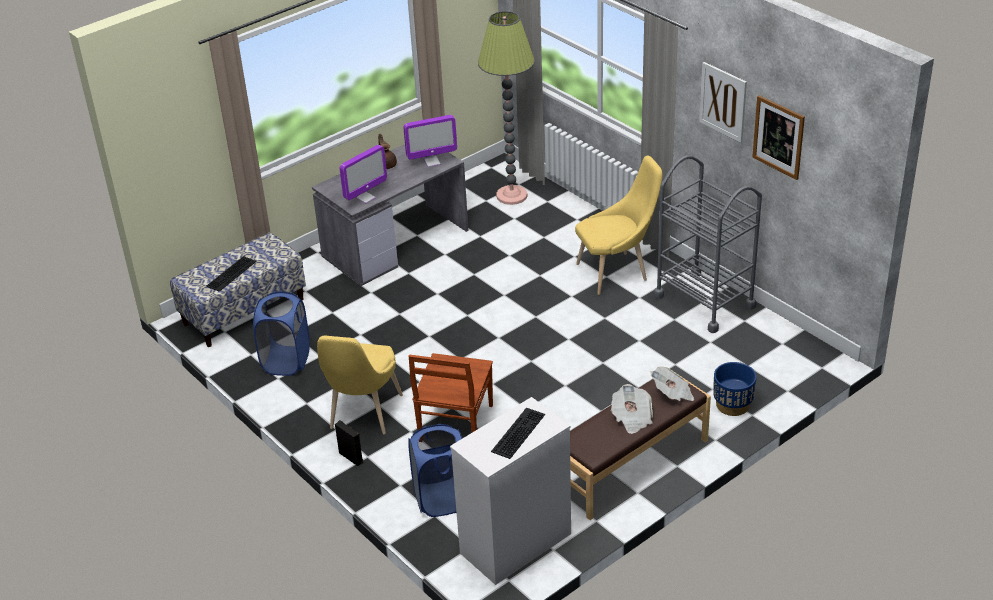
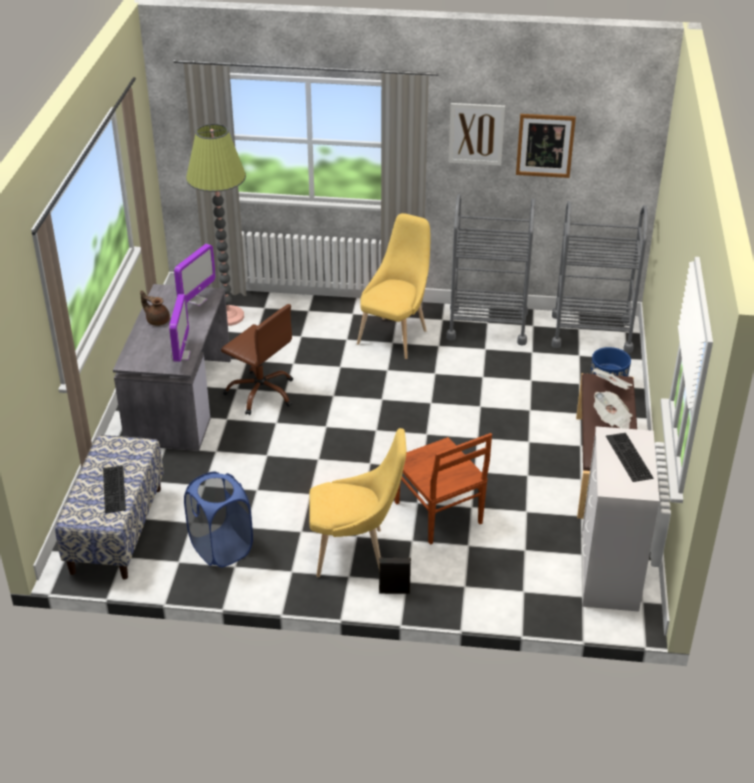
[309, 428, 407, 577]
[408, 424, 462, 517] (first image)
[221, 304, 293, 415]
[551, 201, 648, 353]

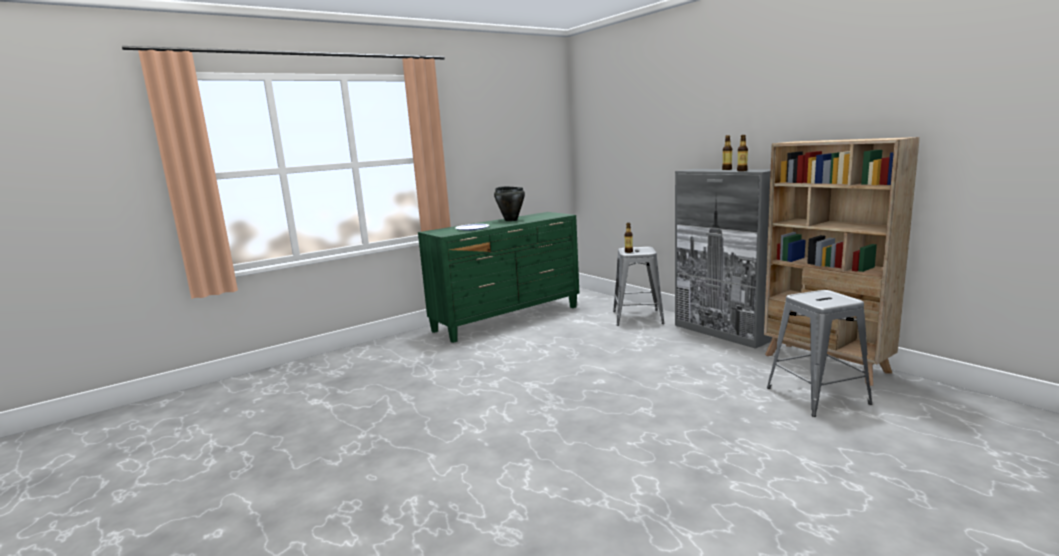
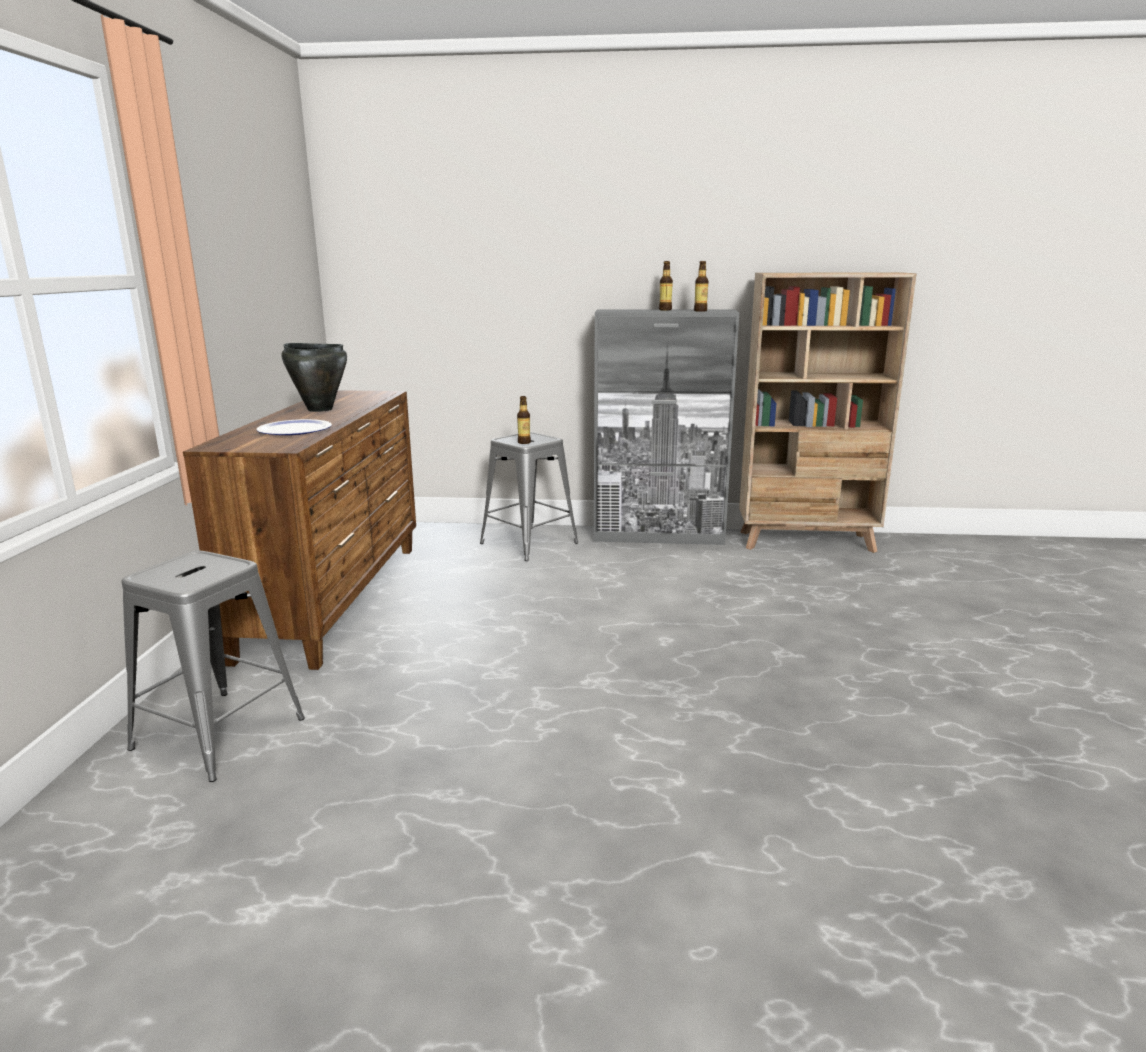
[183, 390, 416, 670]
[122, 551, 305, 782]

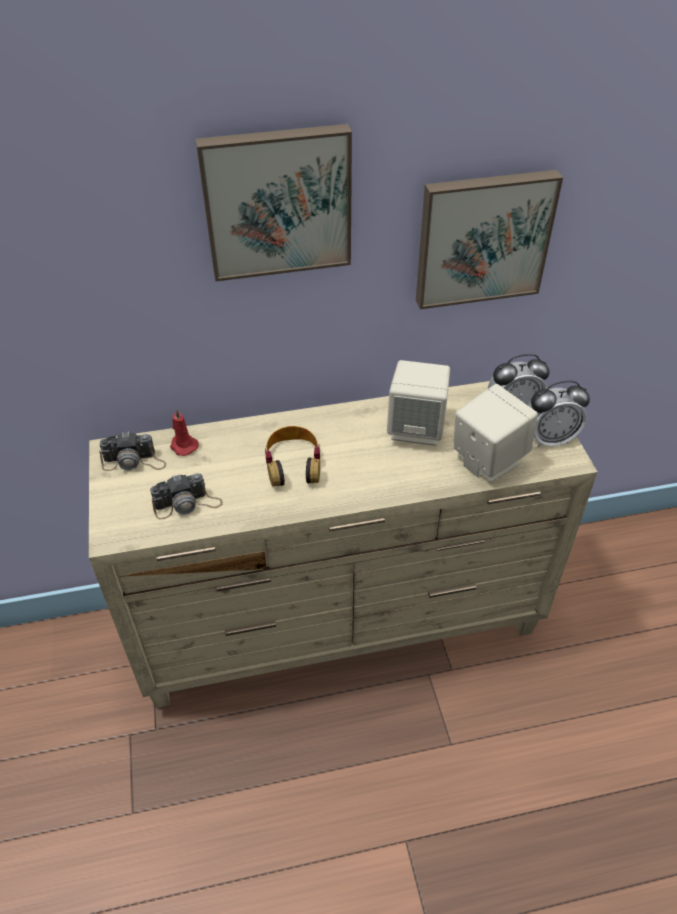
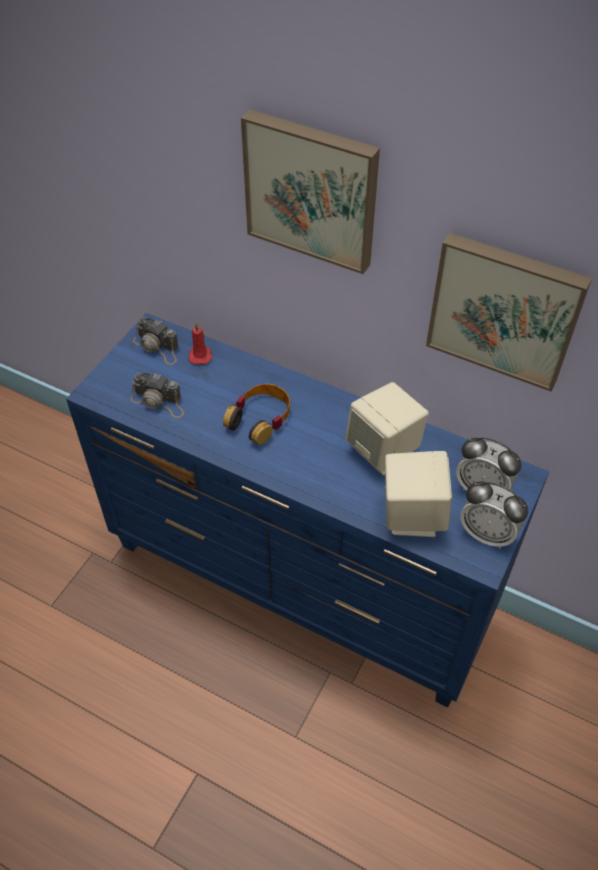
[66, 313, 549, 707]

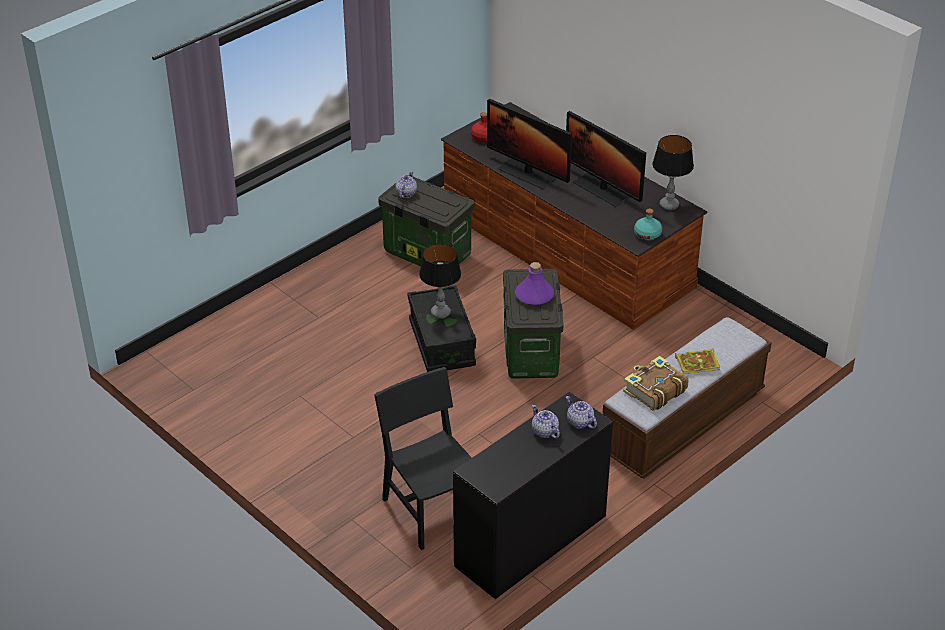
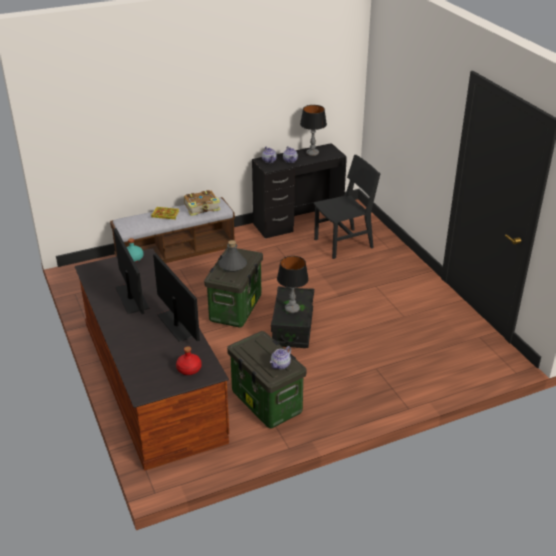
[313, 155, 380, 259]
[219, 240, 247, 272]
[300, 105, 327, 156]

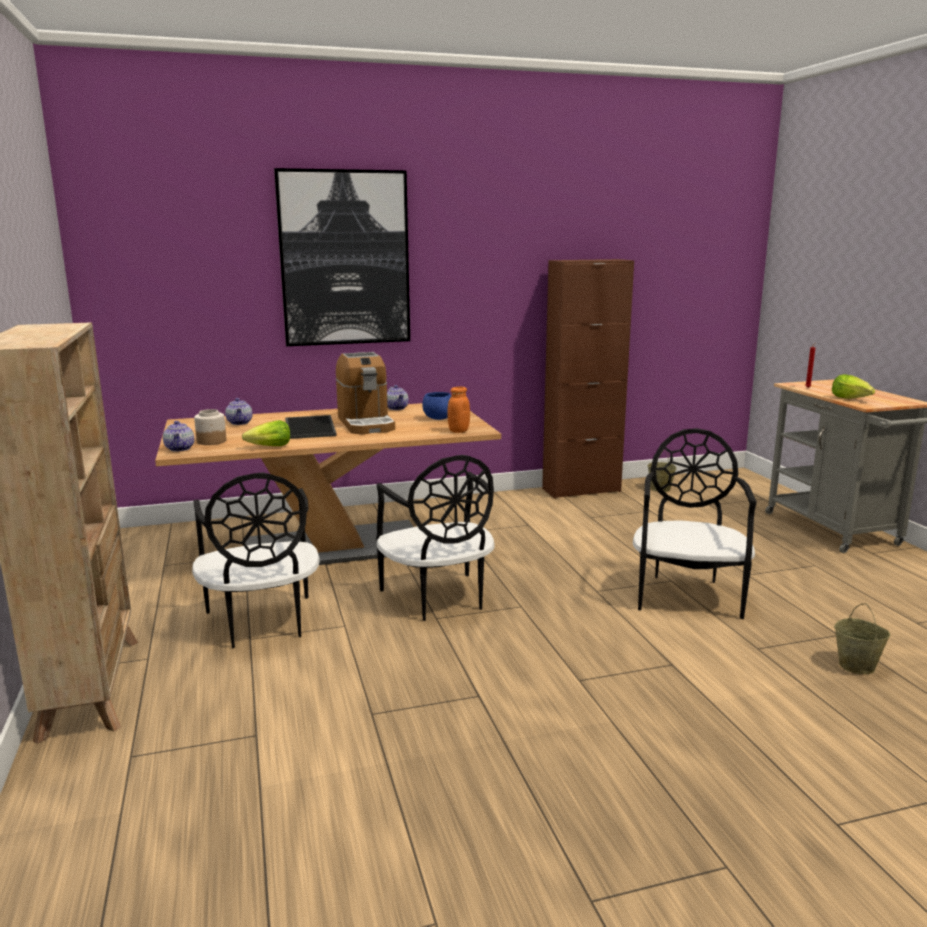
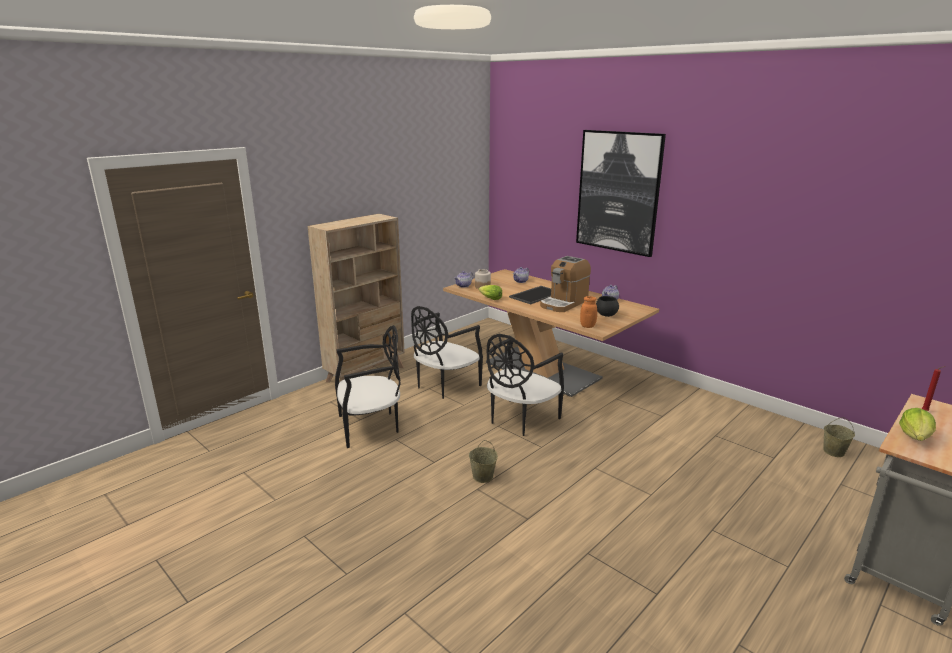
[596, 296, 619, 317]
[542, 259, 634, 499] (first image)
[335, 325, 401, 448]
[469, 440, 498, 483]

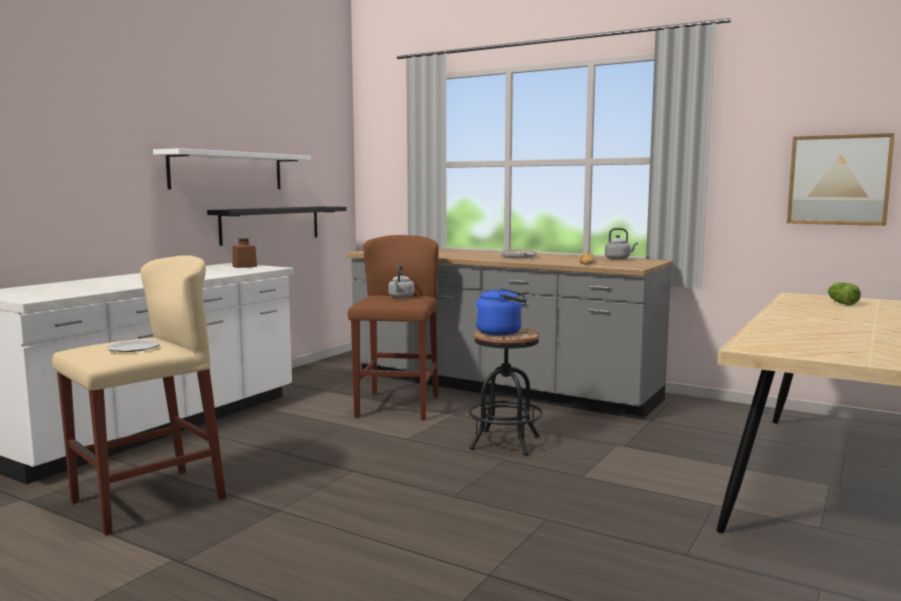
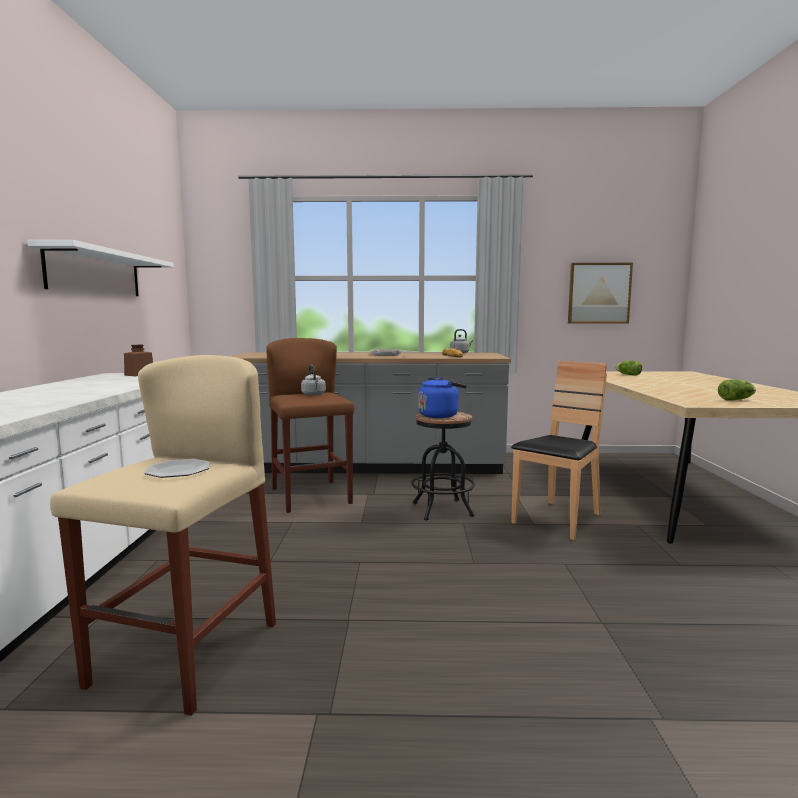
[207, 206, 346, 246] (first image)
[511, 361, 607, 540]
[718, 379, 756, 401]

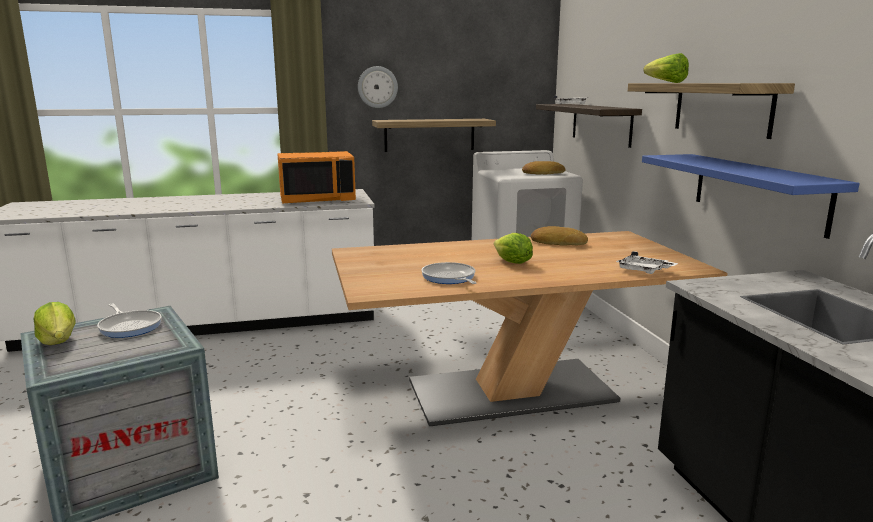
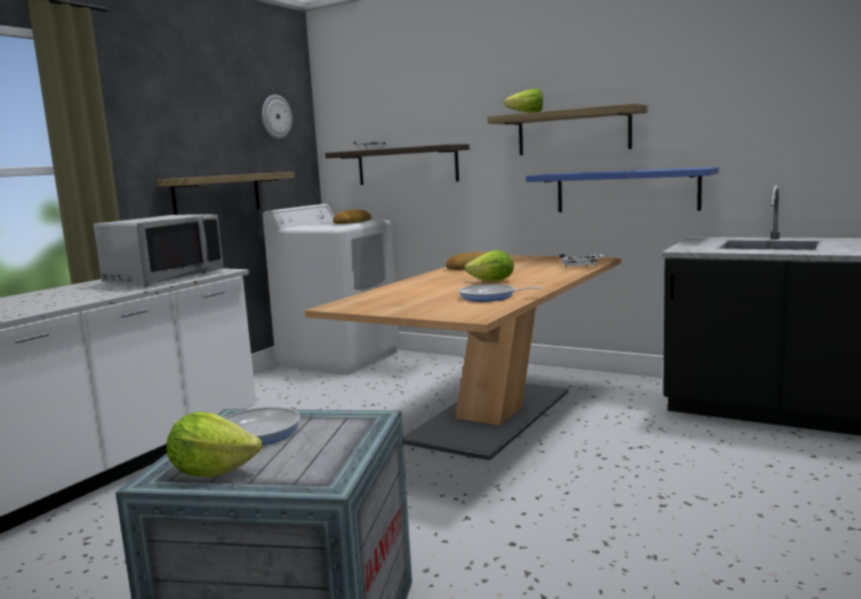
[94, 214, 224, 285]
[262, 95, 292, 139]

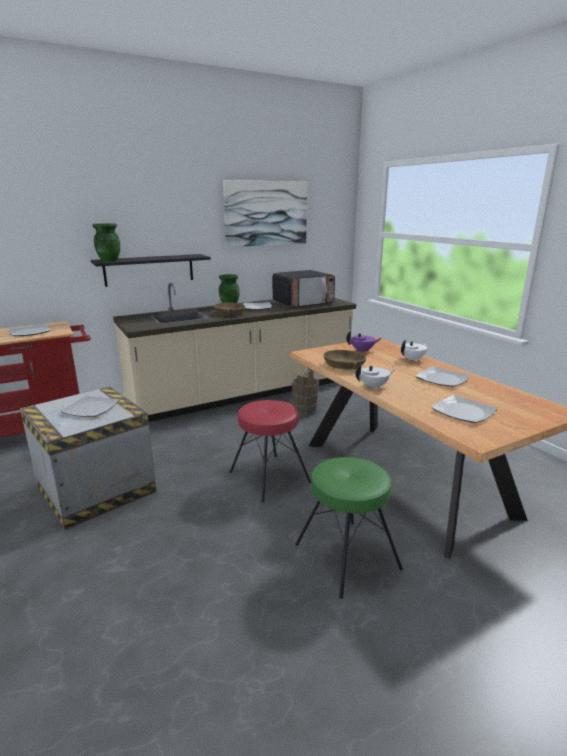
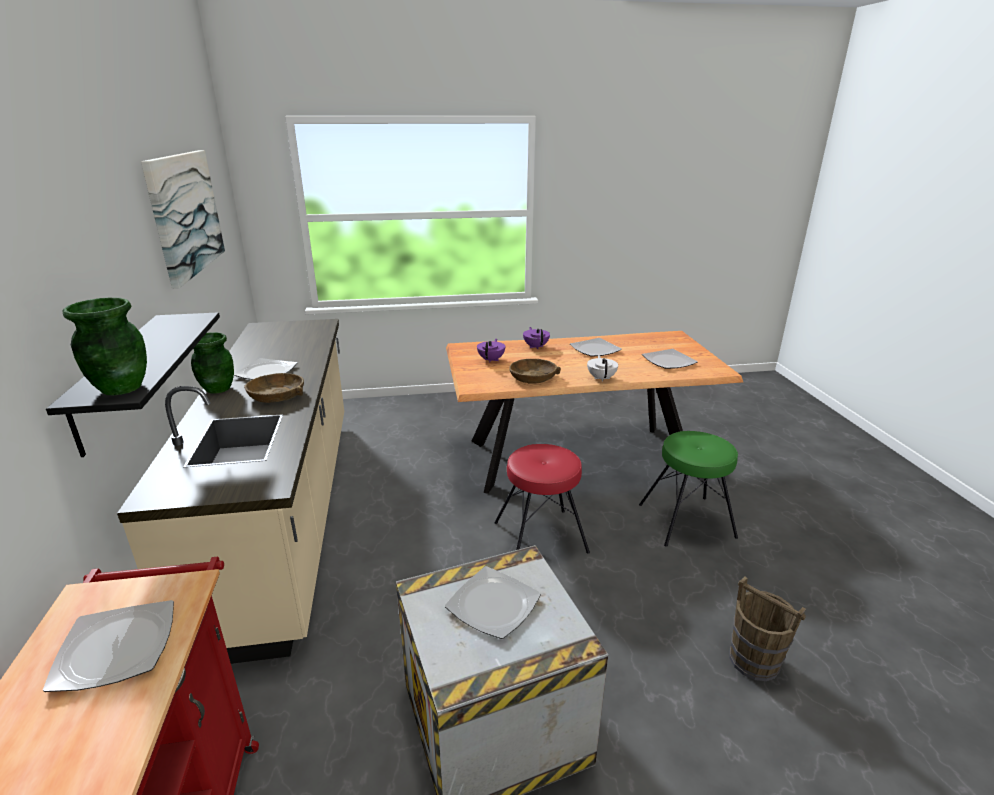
[272, 270, 335, 307] (first image)
[729, 576, 806, 681]
[523, 327, 550, 349]

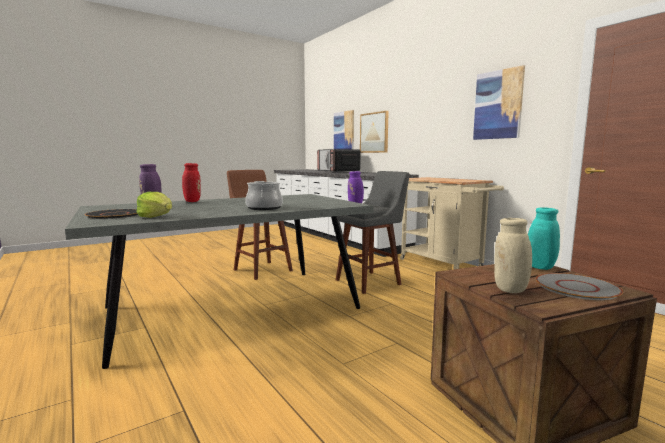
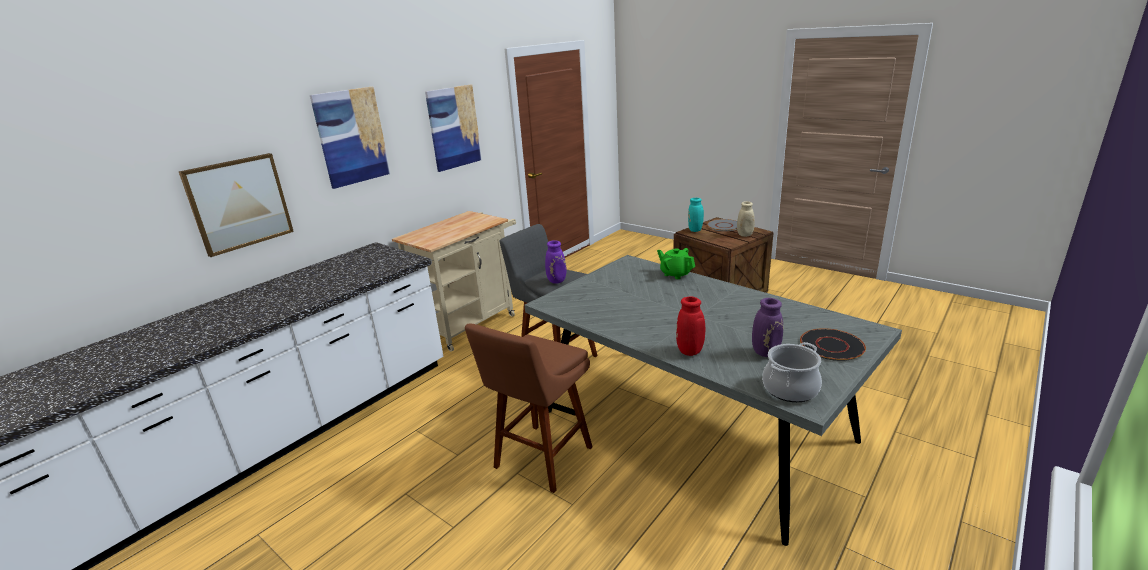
[136, 192, 172, 218] (first image)
[762, 342, 822, 402]
[317, 149, 361, 172] (first image)
[310, 87, 391, 189]
[657, 248, 695, 279]

